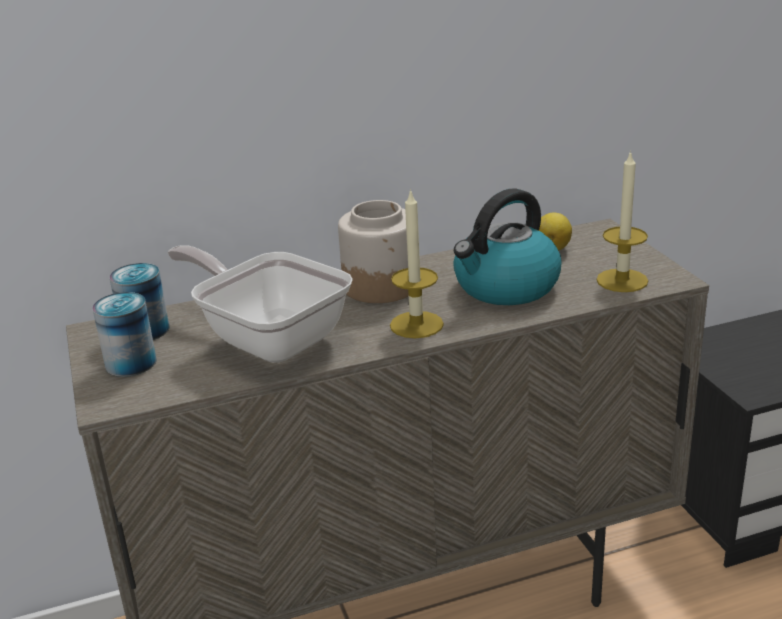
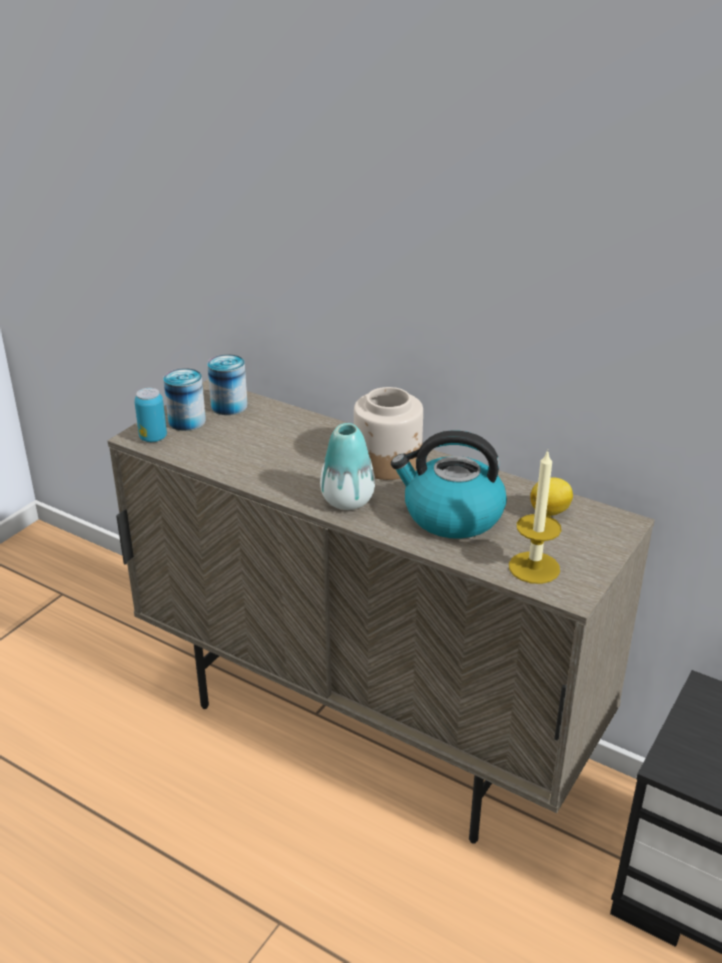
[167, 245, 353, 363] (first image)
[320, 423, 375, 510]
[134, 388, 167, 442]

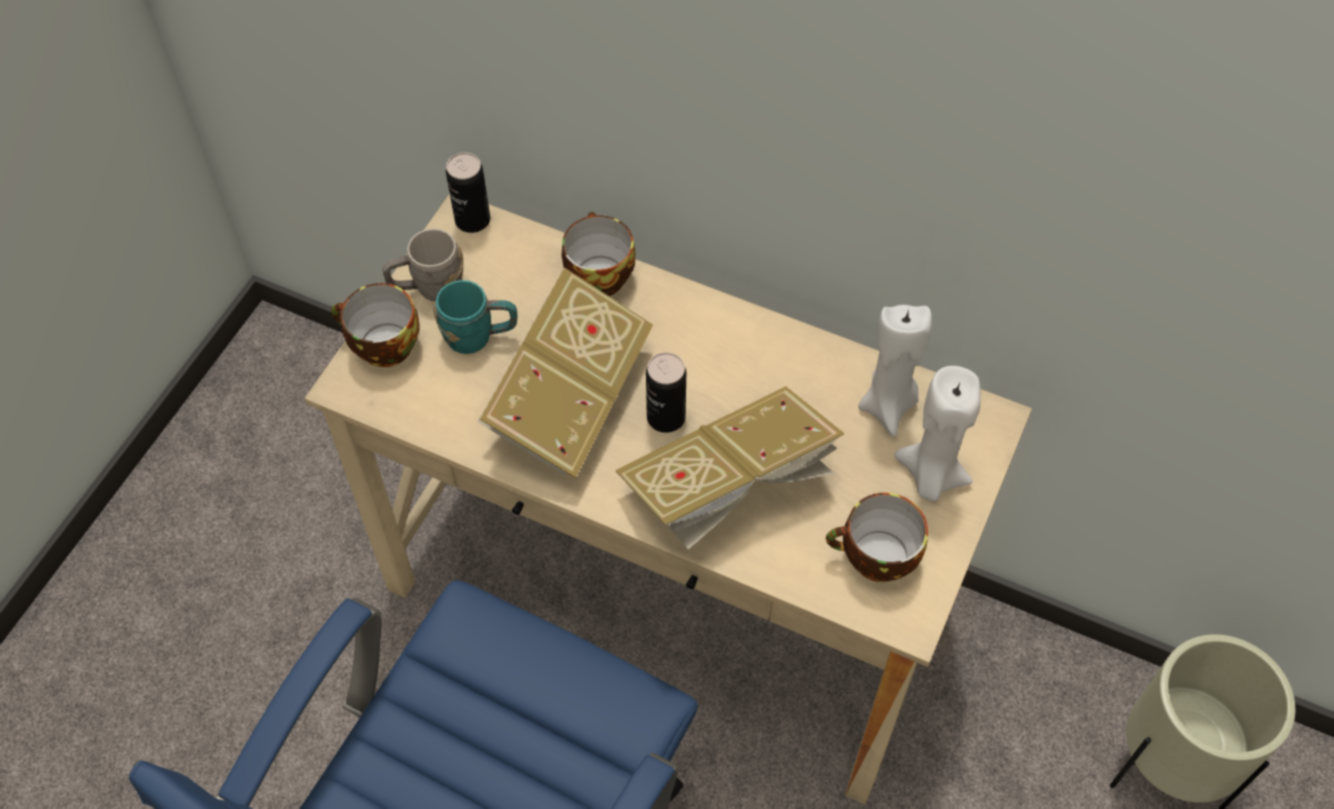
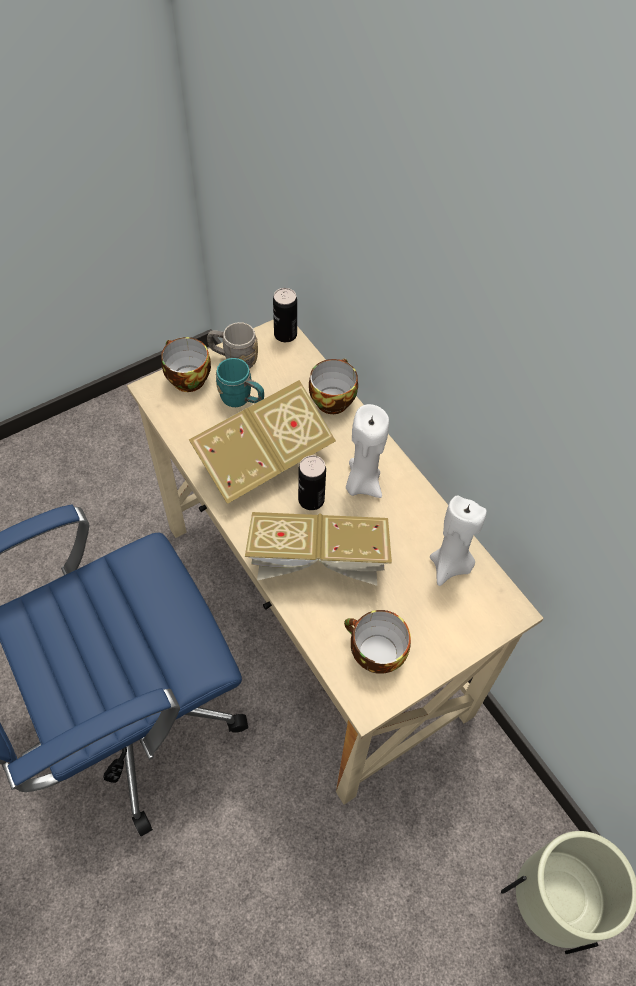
[346, 404, 389, 498]

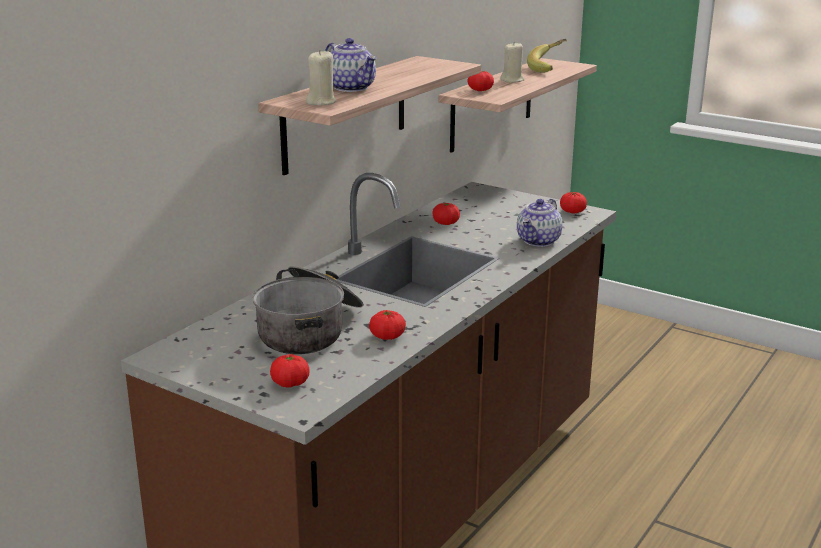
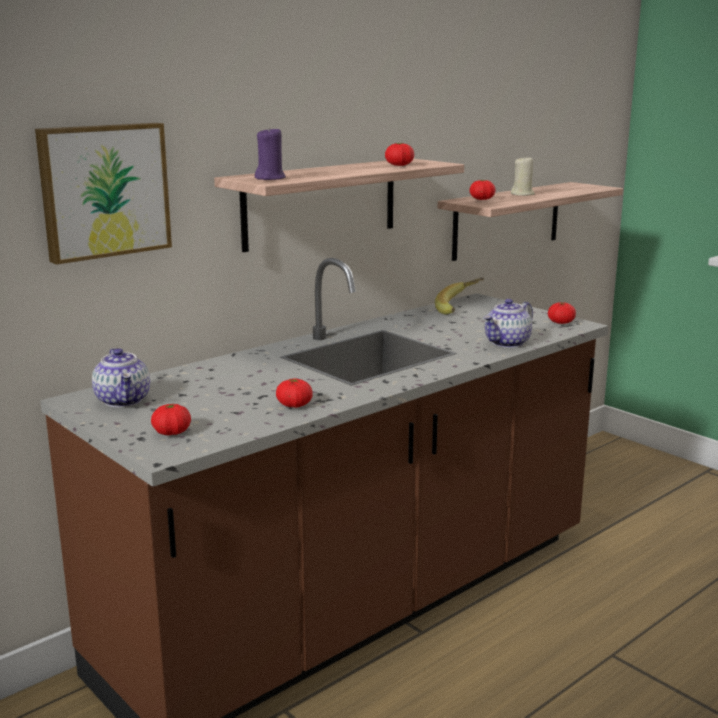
[253, 266, 364, 354] (first image)
[255, 126, 285, 180]
[92, 348, 150, 407]
[385, 143, 414, 166]
[435, 278, 484, 314]
[35, 123, 172, 265]

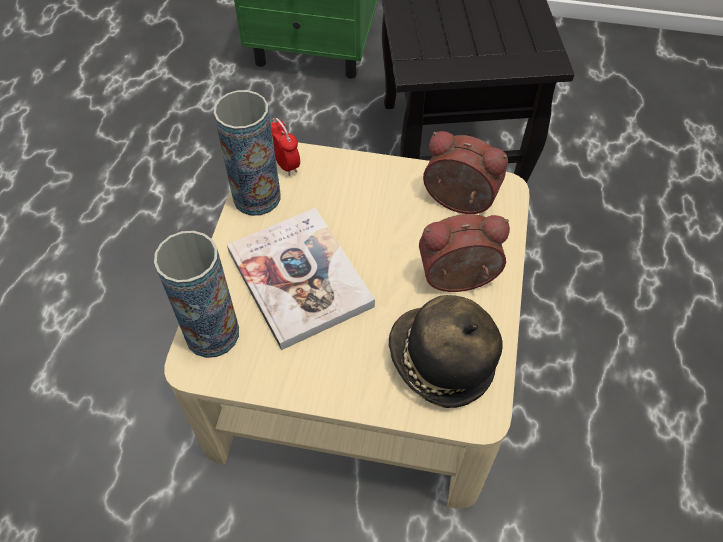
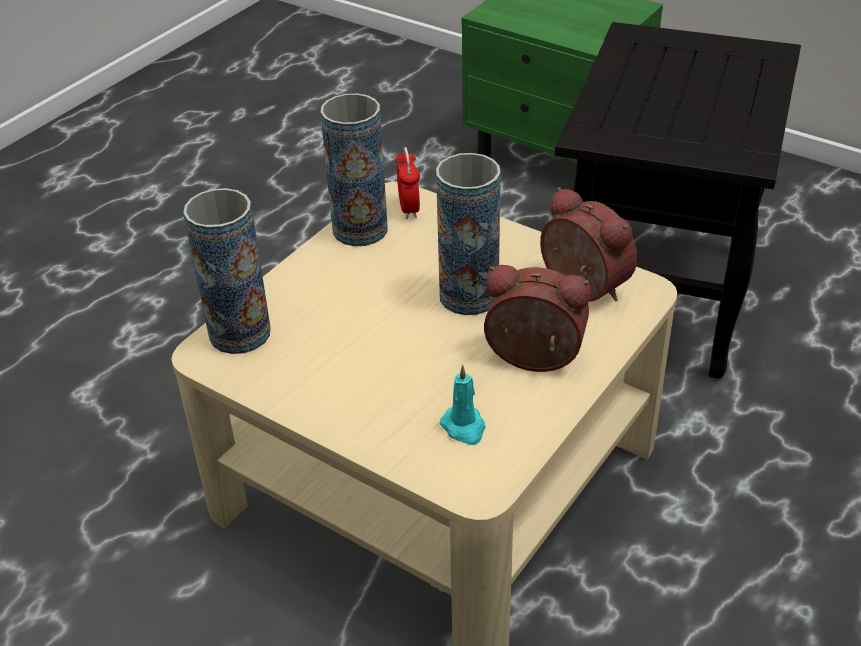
[227, 208, 375, 350] (first image)
[440, 365, 486, 445]
[436, 153, 501, 315]

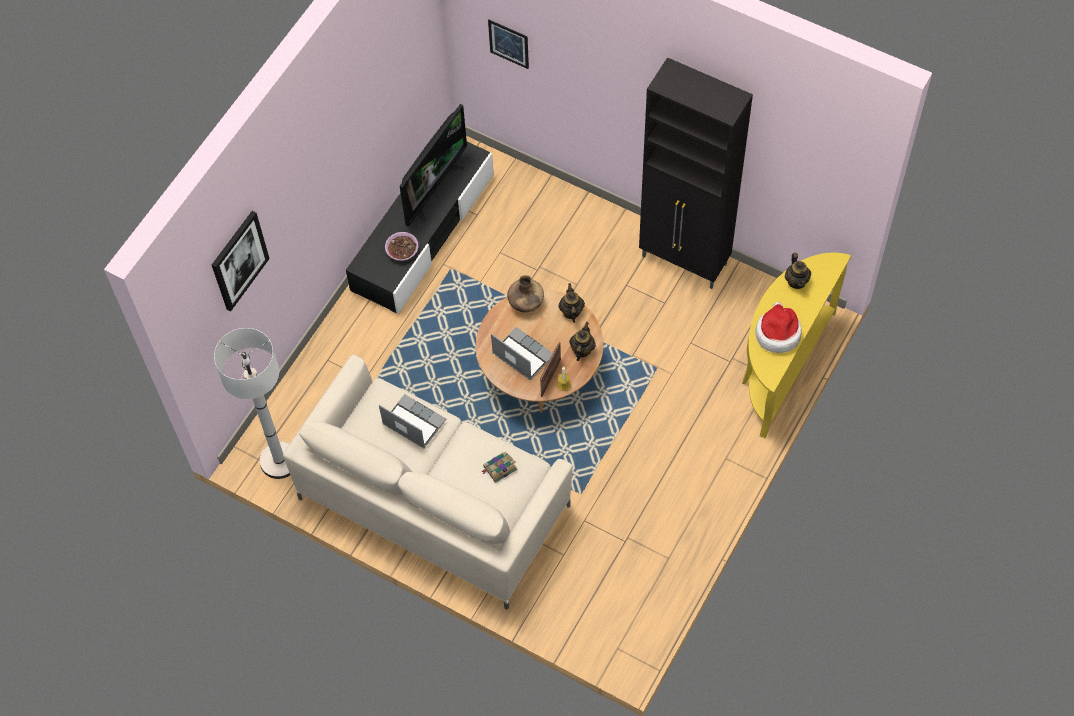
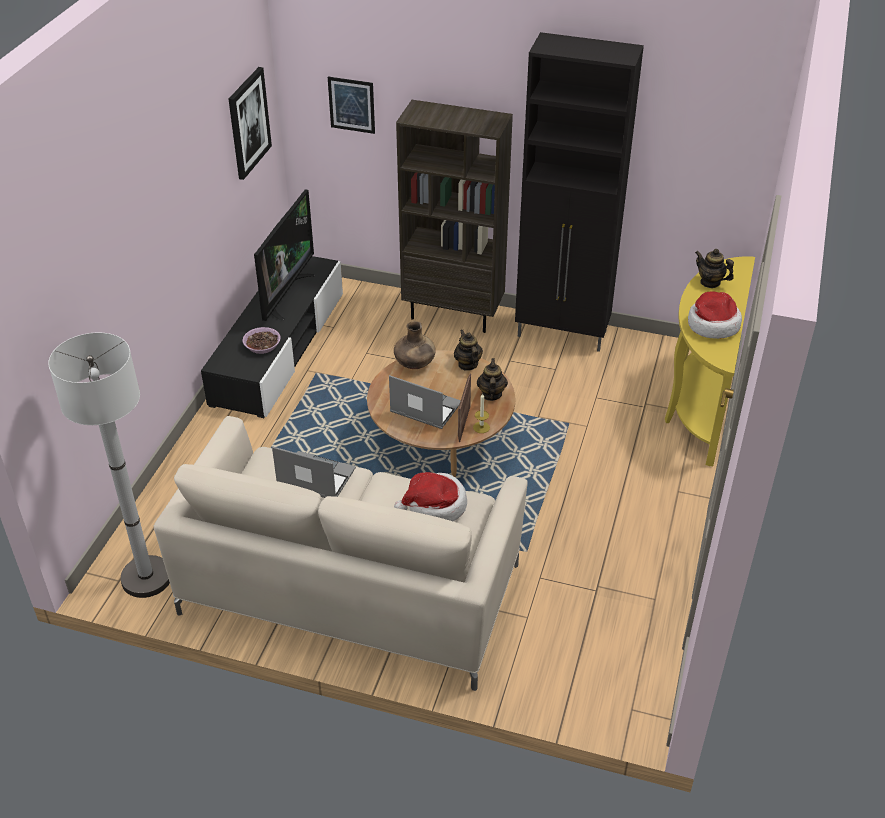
[229, 67, 272, 180]
[394, 472, 467, 521]
[695, 249, 734, 288]
[396, 100, 513, 333]

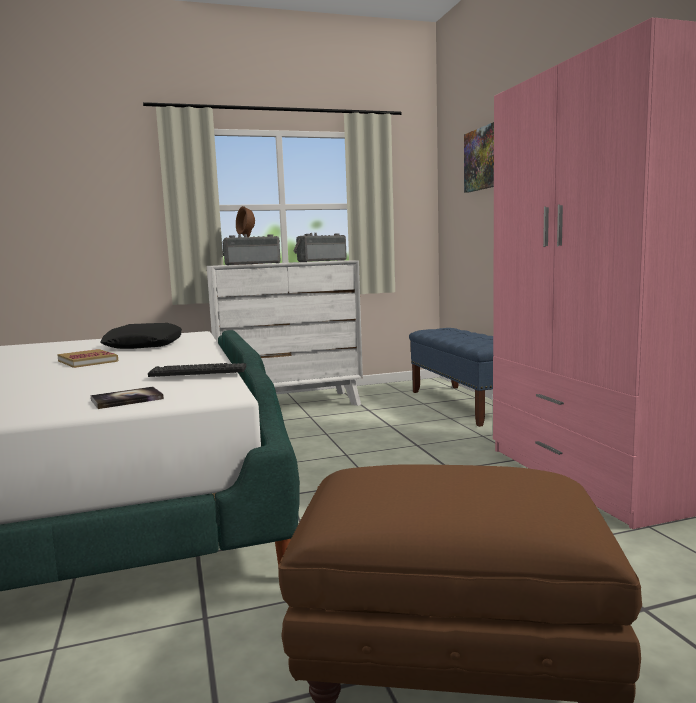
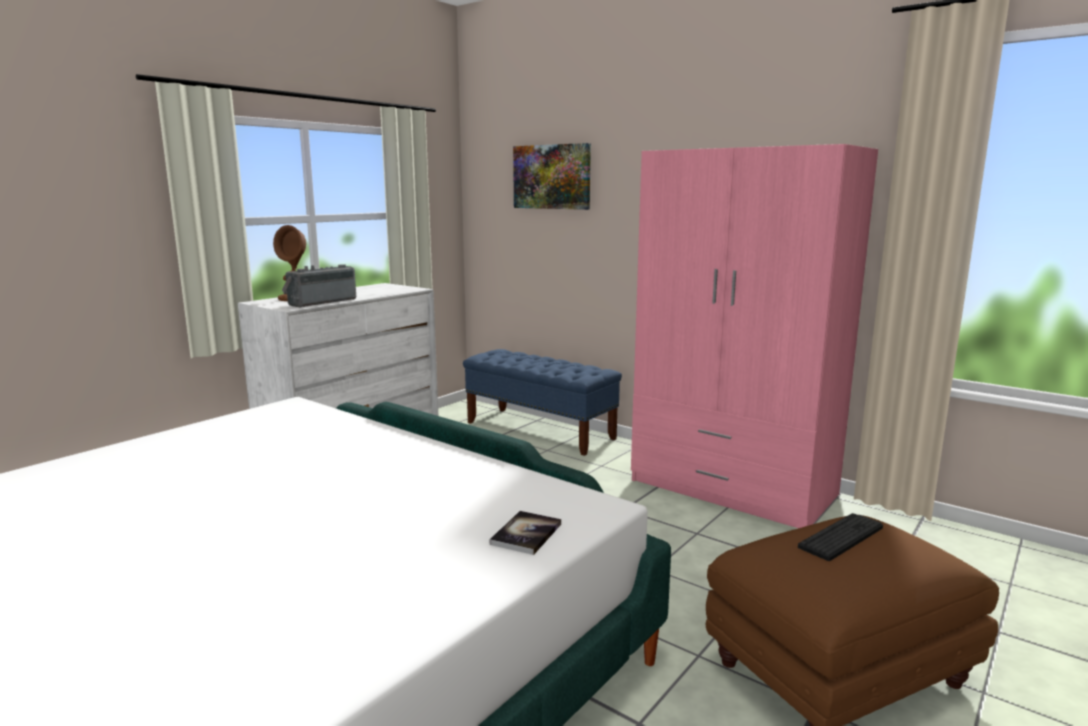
[57, 349, 118, 368] (first image)
[100, 323, 182, 349] (first image)
[798, 513, 883, 561]
[293, 233, 347, 262] (first image)

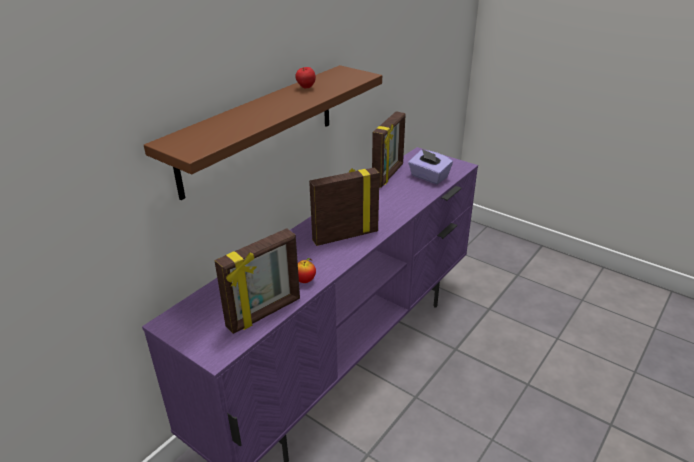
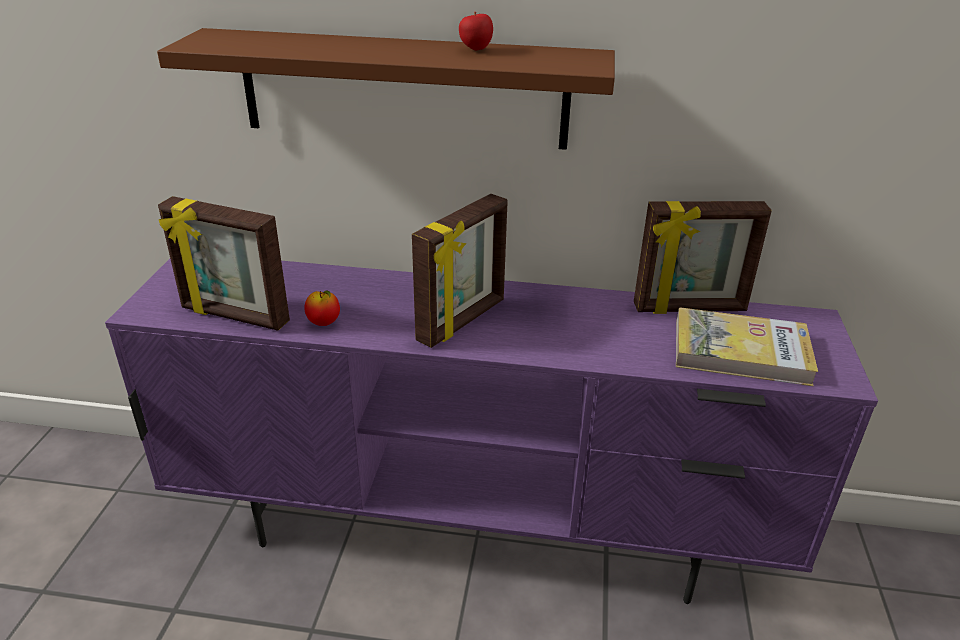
[412, 194, 508, 348]
[676, 307, 818, 386]

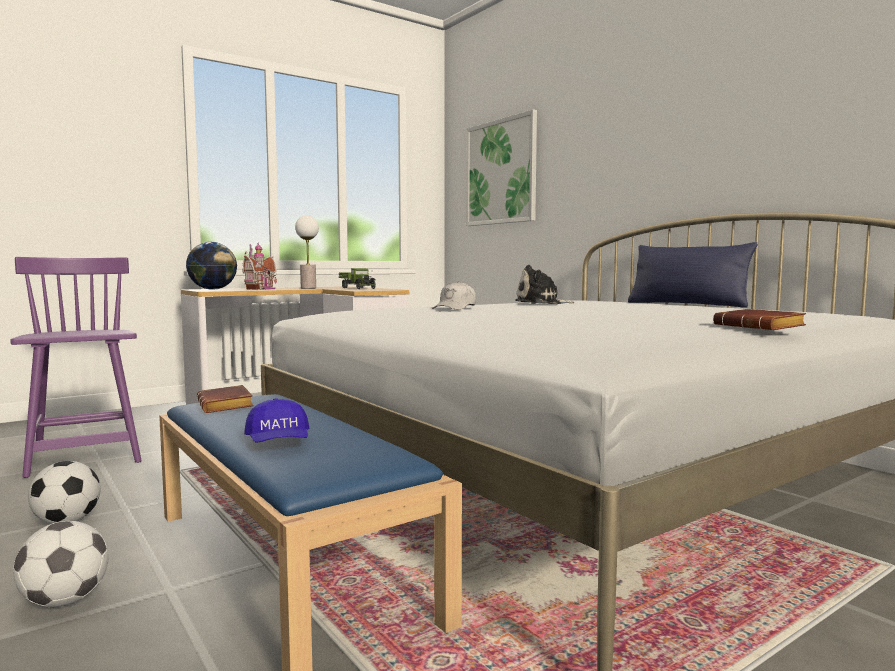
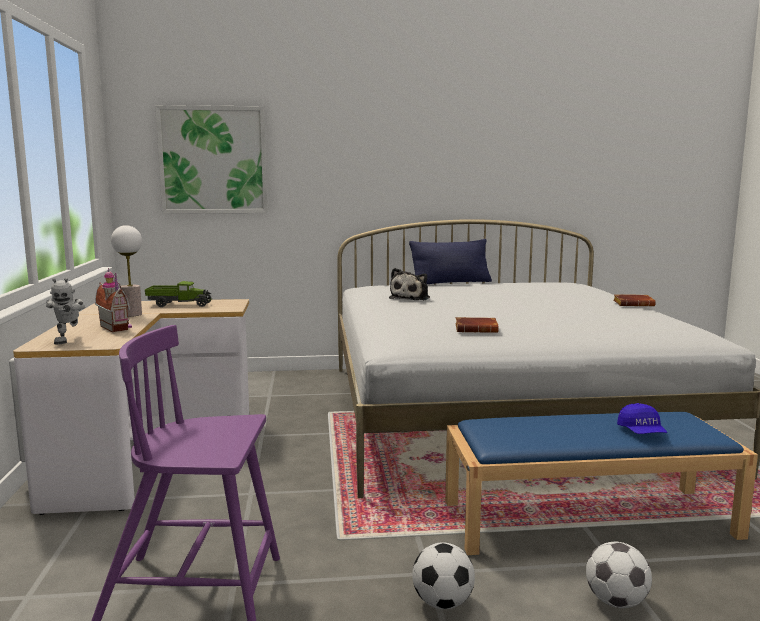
[46, 278, 85, 344]
[455, 317, 499, 333]
[617, 403, 667, 434]
[432, 281, 476, 310] (first image)

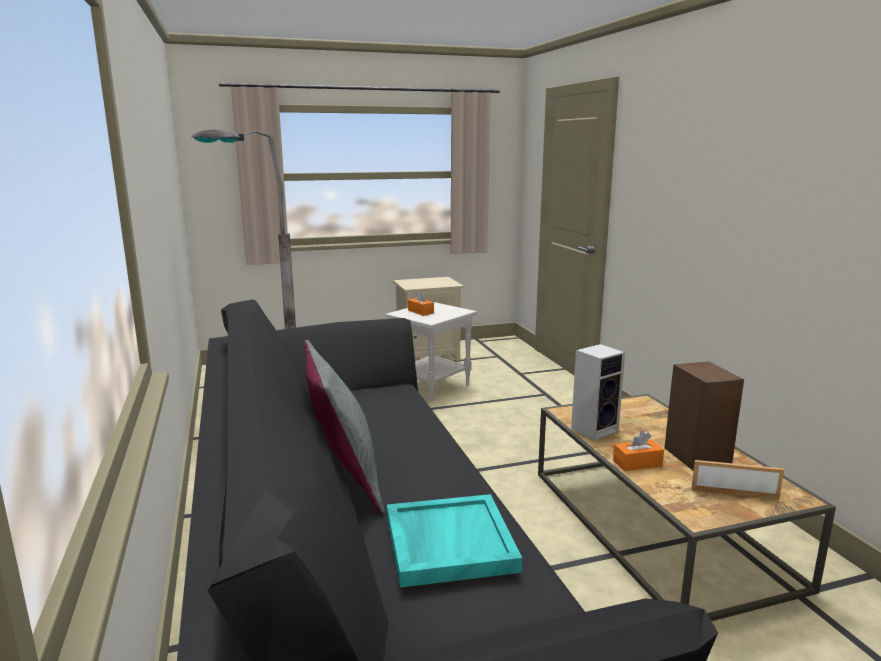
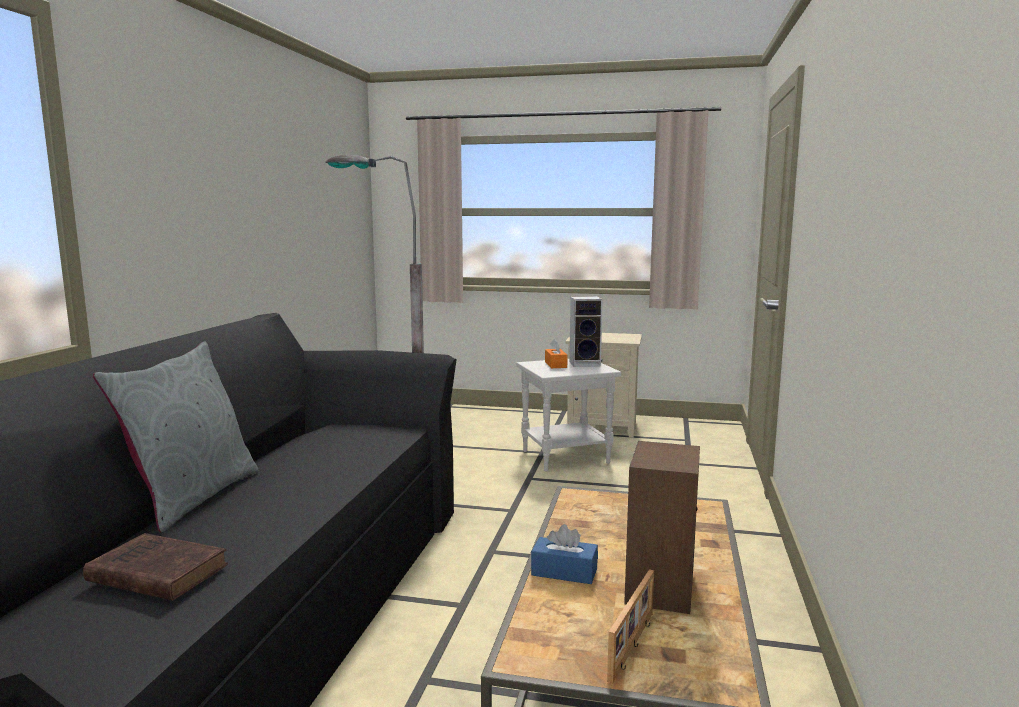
[83, 533, 228, 601]
[569, 296, 603, 367]
[531, 524, 598, 584]
[607, 569, 654, 684]

